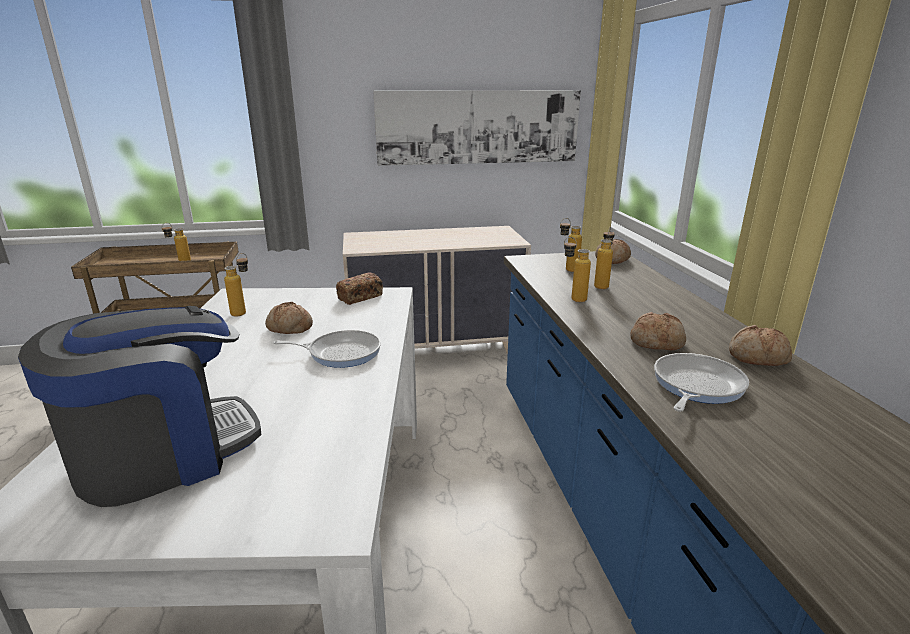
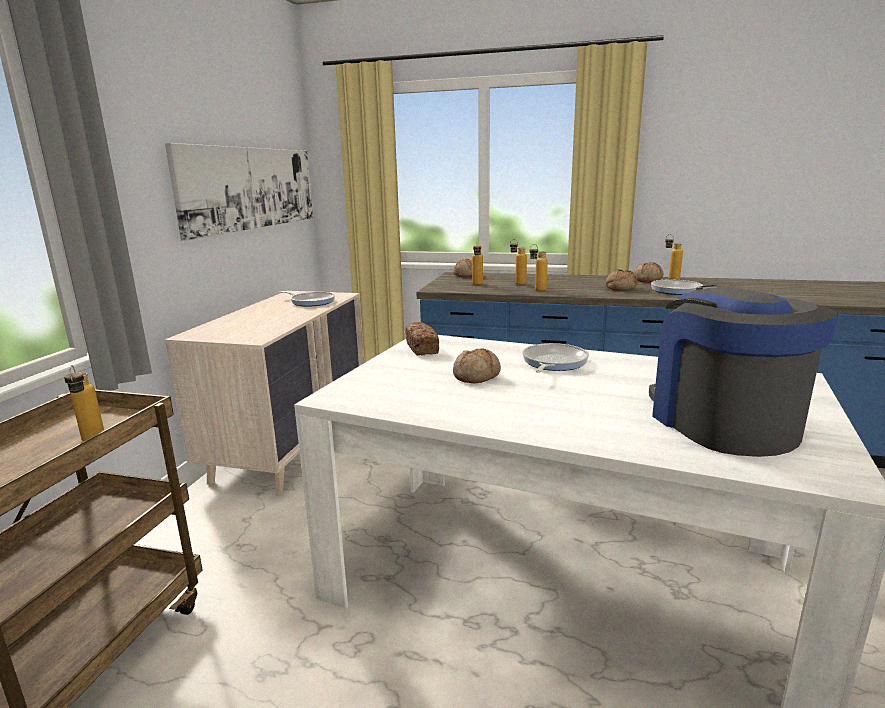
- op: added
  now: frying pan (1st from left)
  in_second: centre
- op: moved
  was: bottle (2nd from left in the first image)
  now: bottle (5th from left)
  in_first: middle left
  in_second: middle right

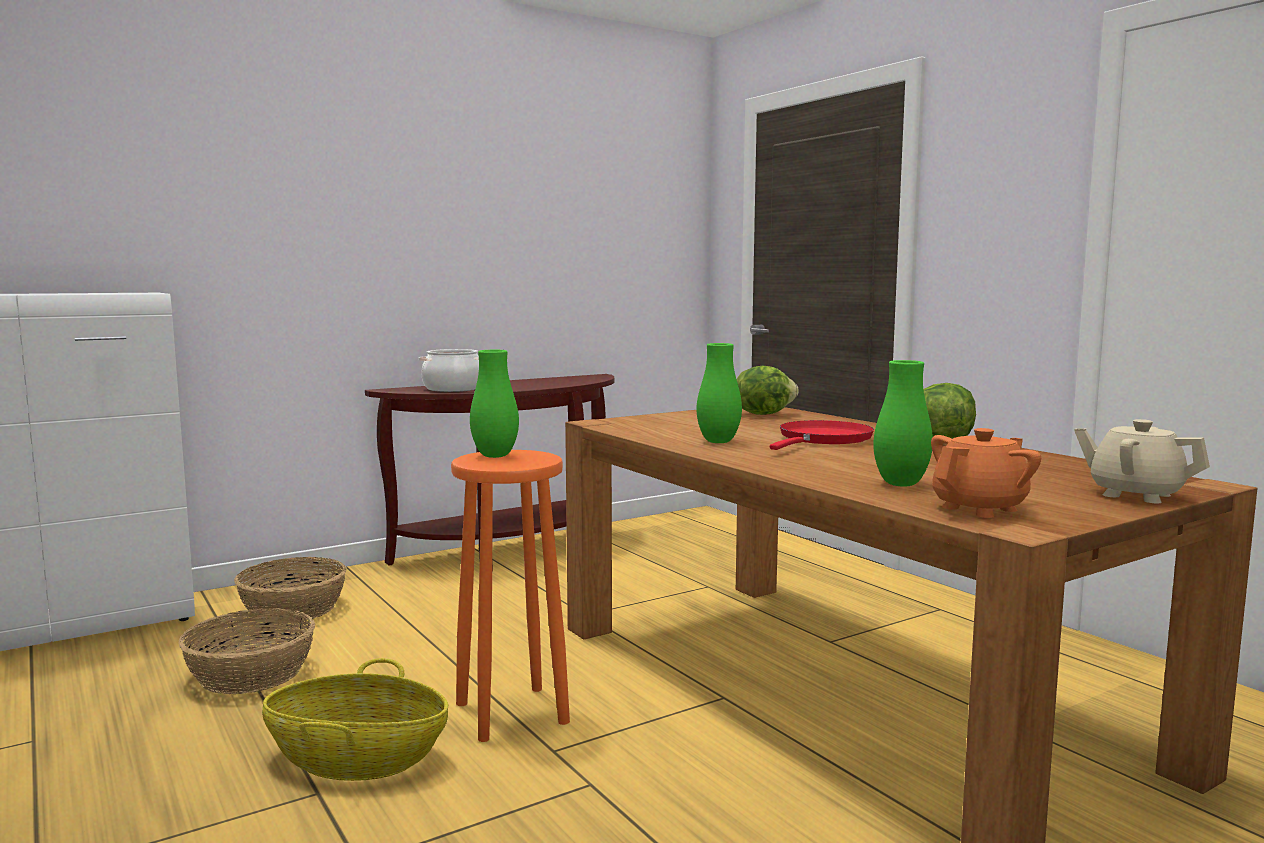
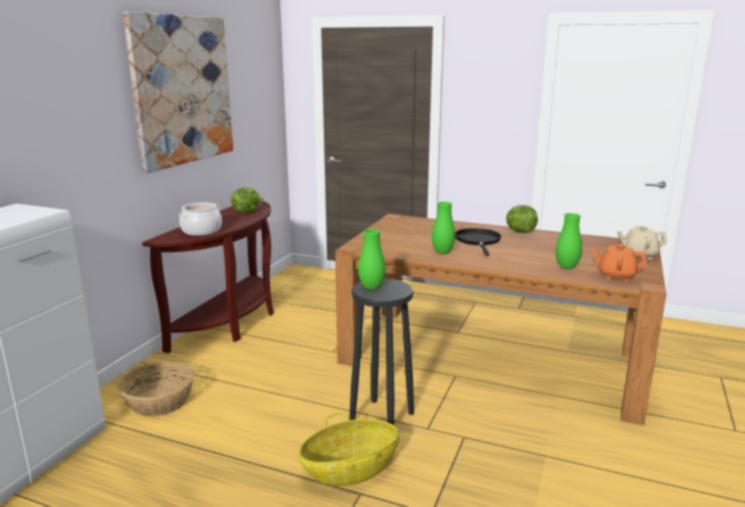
- op: added
  now: picture
  in_second: top left
- op: moved
  was: lettuce (1st from left)
  in_first: centre
  in_second: middle left
- op: recoloured
  was: orange stool
  now: black stool
  in_first: bottom centre
  in_second: bottom centre
- op: recoloured
  was: red frying pan
  now: black frying pan
  in_first: centre
  in_second: centre
- op: turned
  was: orange teapot
  in_first: middle right
  in_second: middle right
  clockwise: -90
- op: removed
  was: basket (1st from left)
  in_first: bottom left

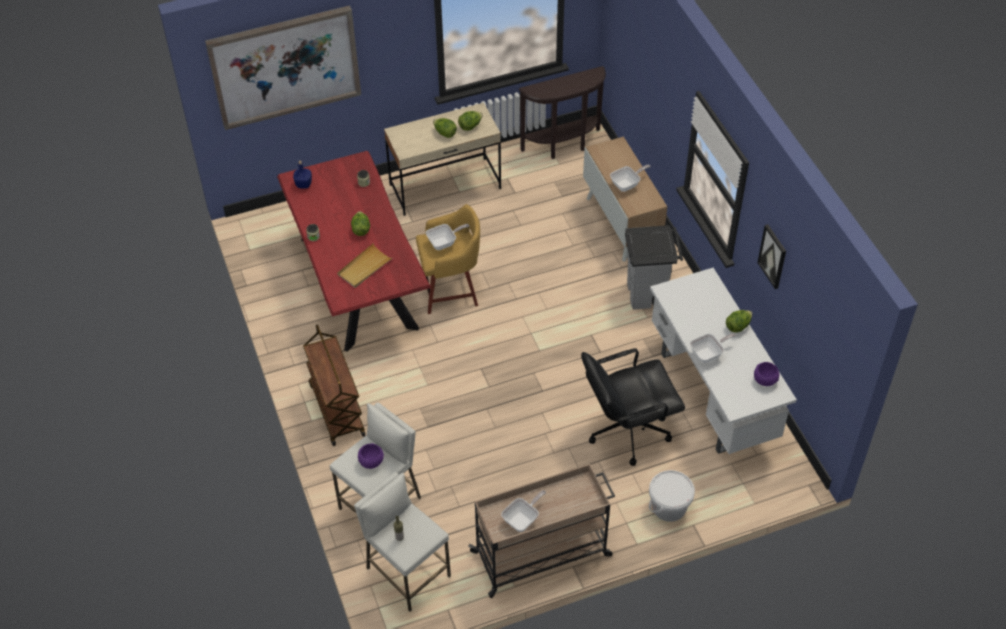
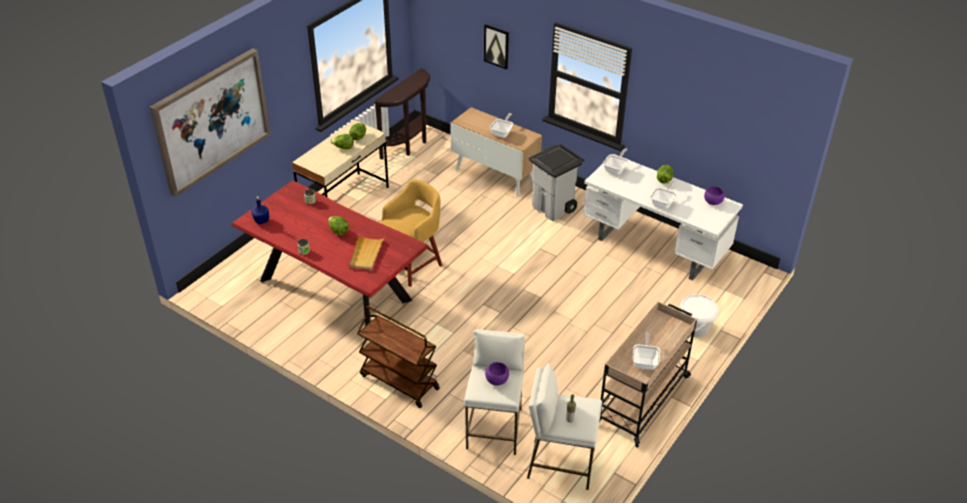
- op: moved
  was: picture (2nd from left)
  in_first: middle right
  in_second: top centre
- op: moved
  was: frying pan (1st from left in the first image)
  now: frying pan (2nd from left)
  in_first: centre
  in_second: top centre
- op: removed
  was: black office chair
  in_first: centre

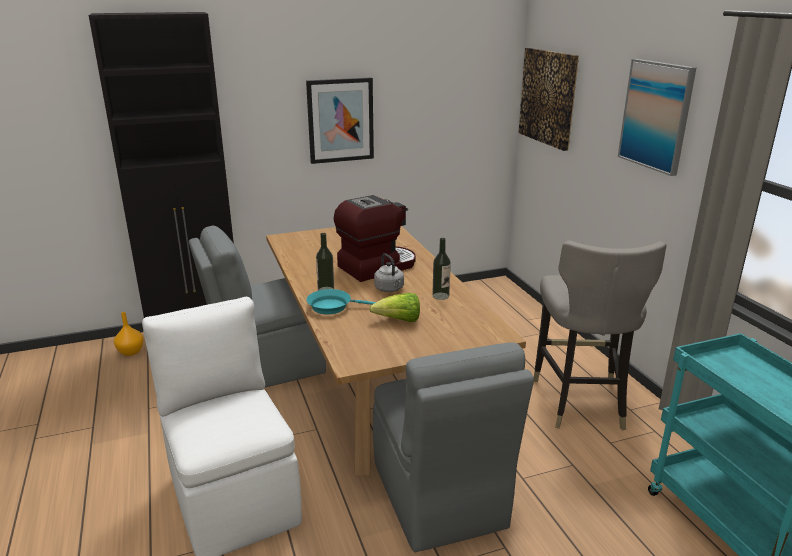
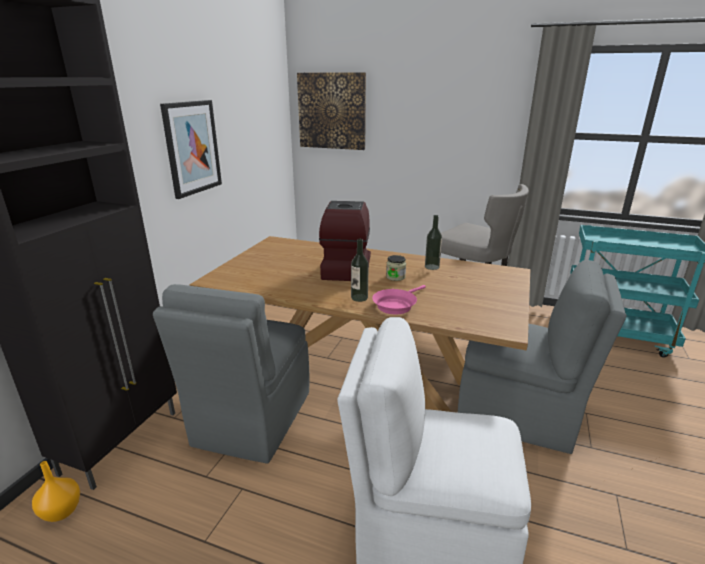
- op: recoloured
  was: turquoise frying pan
  now: pink frying pan
  in_first: centre
  in_second: centre
- op: replaced
  was: grey kettle
  now: jar
  in_first: centre
  in_second: centre
- op: removed
  was: lettuce
  in_first: centre
- op: removed
  was: picture (3rd from left)
  in_first: top right

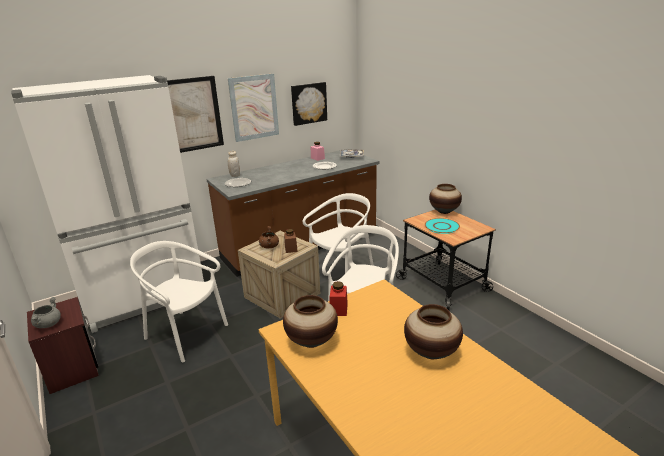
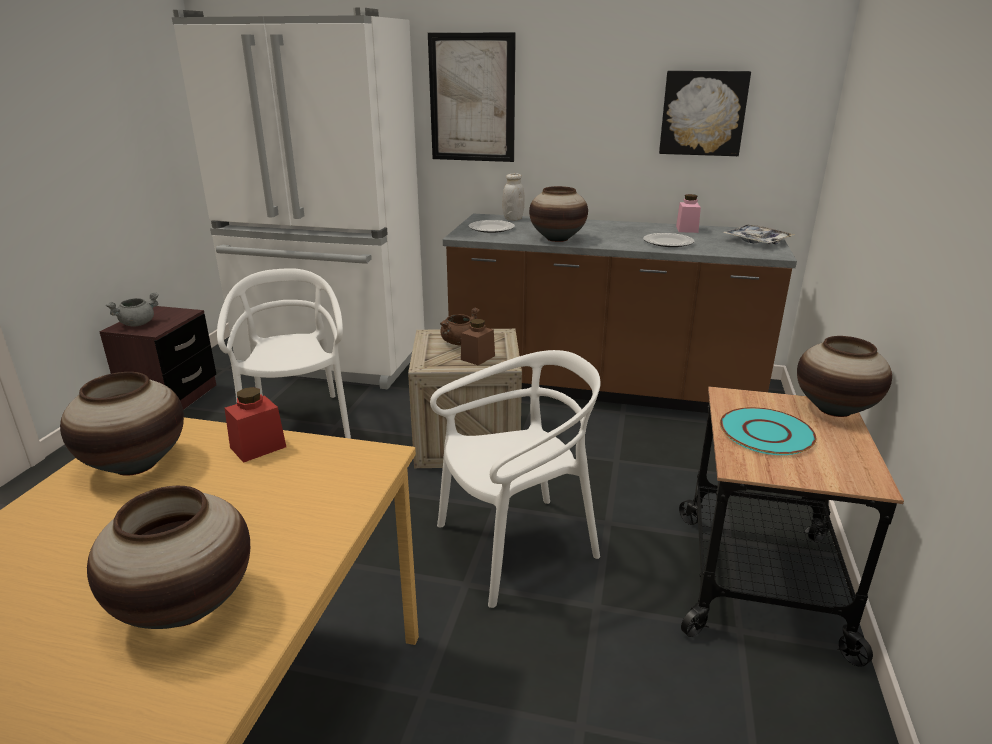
- op: added
  now: vase (3rd from left)
  in_second: top centre
- op: removed
  was: picture (2nd from left)
  in_first: top centre
- op: removed
  was: white chair (2nd from left)
  in_first: centre

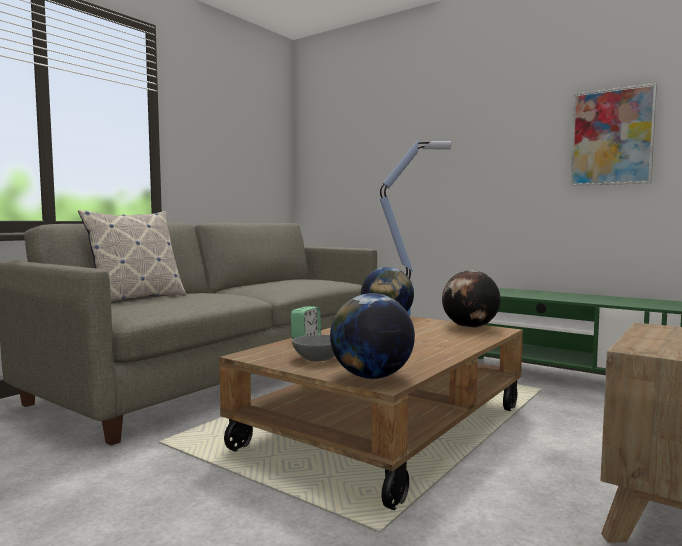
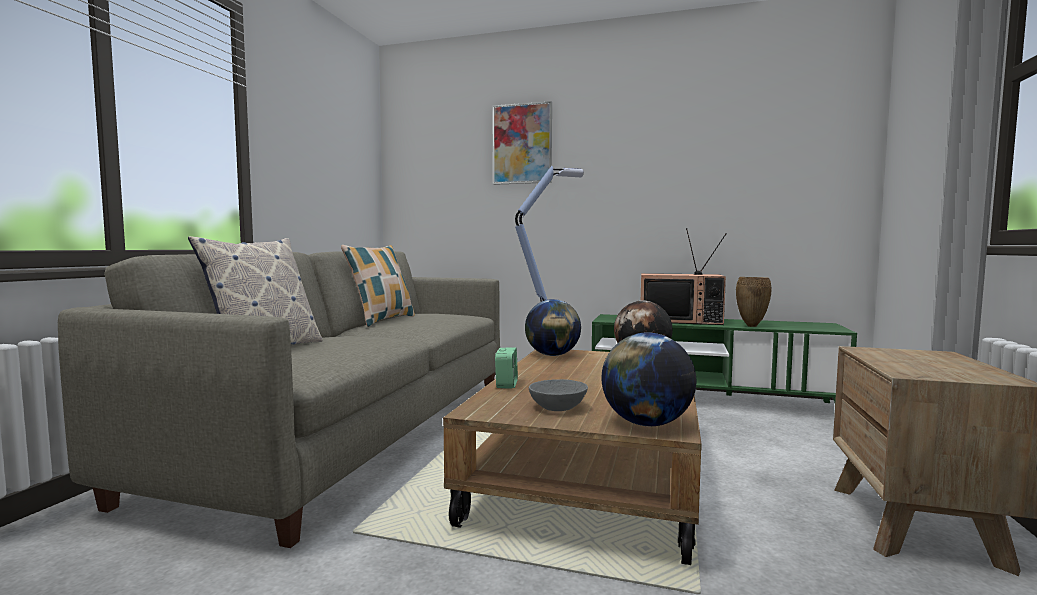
- op: added
  now: pillow (2nd from left)
  in_second: centre
- op: moved
  was: picture
  in_first: top right
  in_second: top centre
- op: added
  now: television
  in_second: centre
- op: added
  now: brown vase
  in_second: middle right

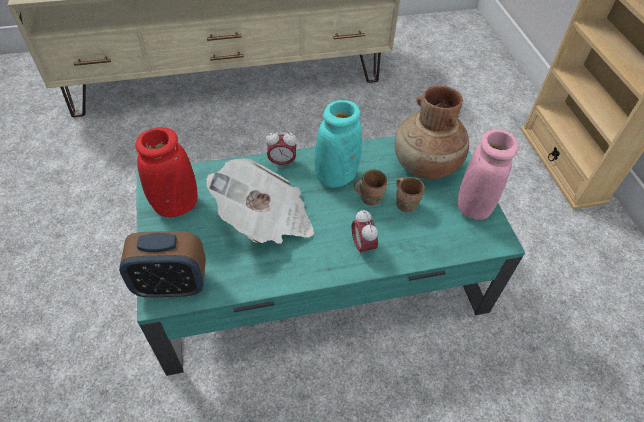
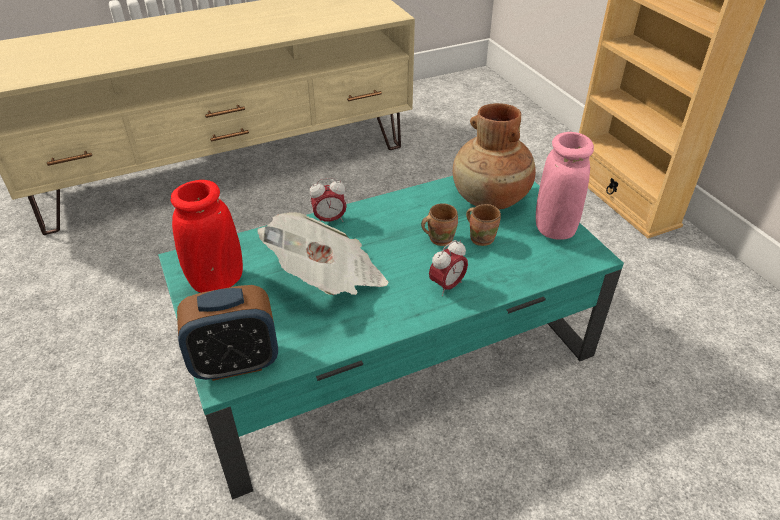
- op: turned
  was: alarm clock (3rd from left)
  in_first: centre
  in_second: centre
  clockwise: -105
- op: removed
  was: turquoise vase
  in_first: centre

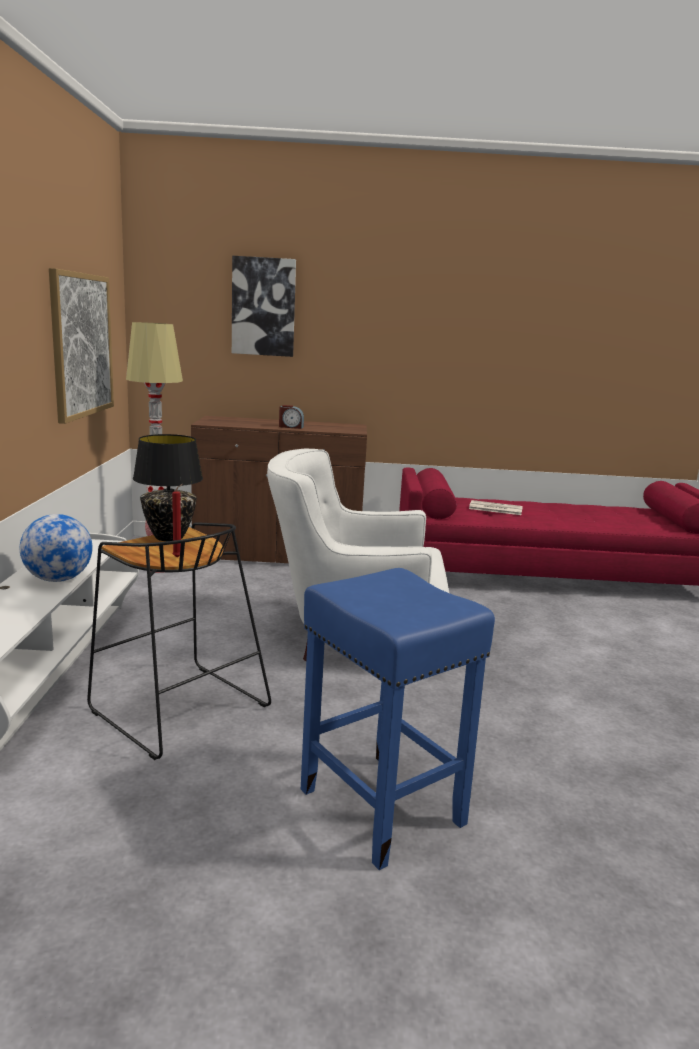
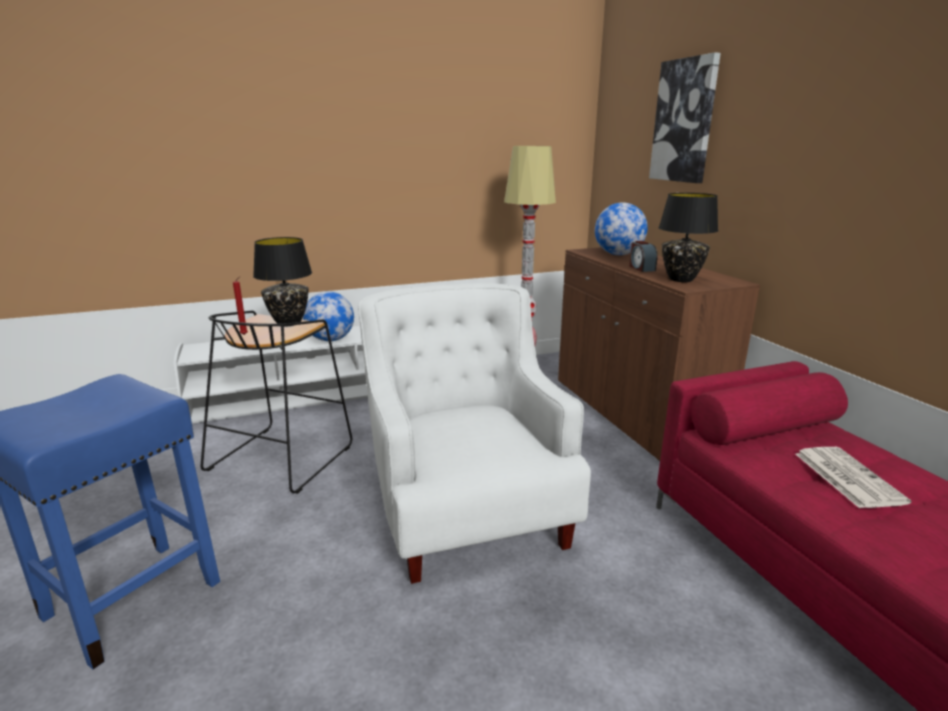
- op: added
  now: globe (2nd from left)
  in_second: top centre
- op: added
  now: black table lamp (2nd from left)
  in_second: middle right
- op: removed
  was: picture (1st from left)
  in_first: top left

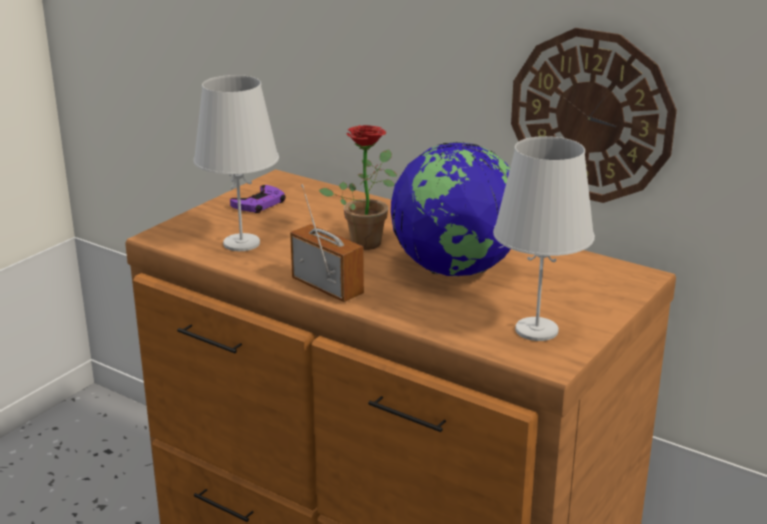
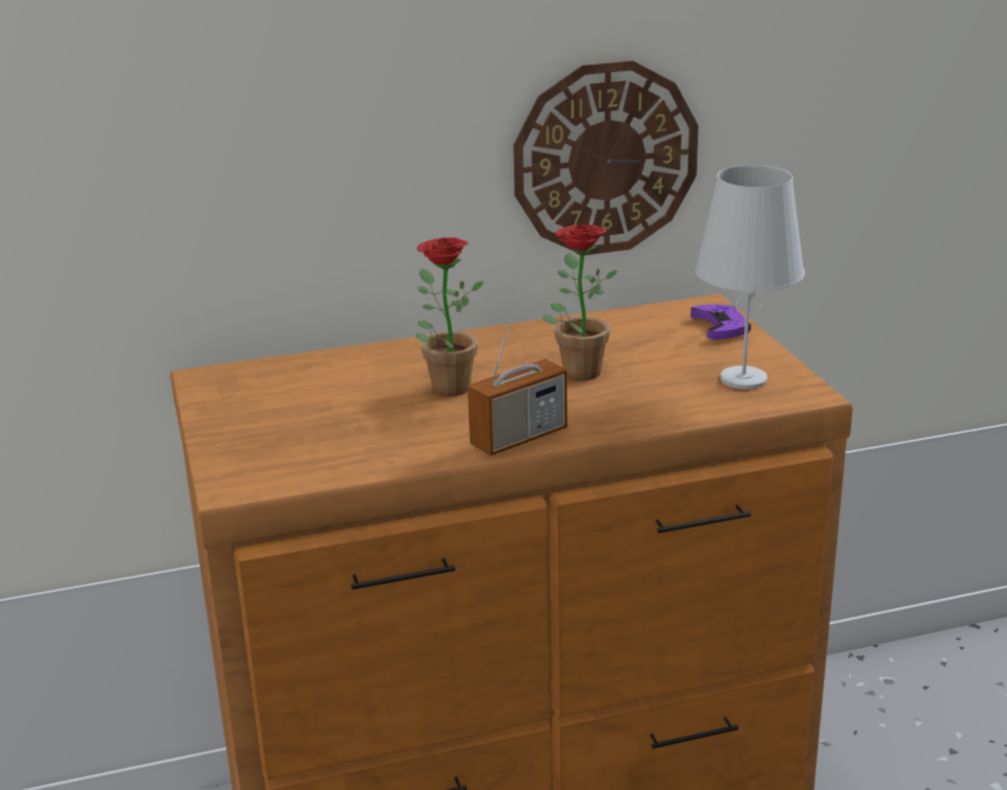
- op: turned
  was: radio
  in_first: centre
  in_second: centre
  clockwise: 150
- op: replaced
  was: globe
  now: potted plant (2nd from left)
  in_first: centre
  in_second: centre
- op: moved
  was: purple game controller
  in_first: centre
  in_second: middle right
- op: removed
  was: white table lamp (1st from left)
  in_first: top left

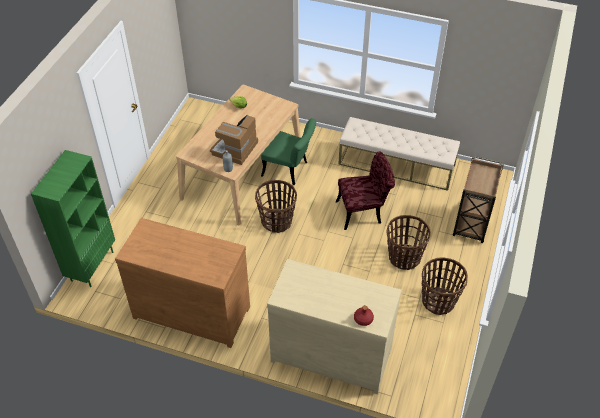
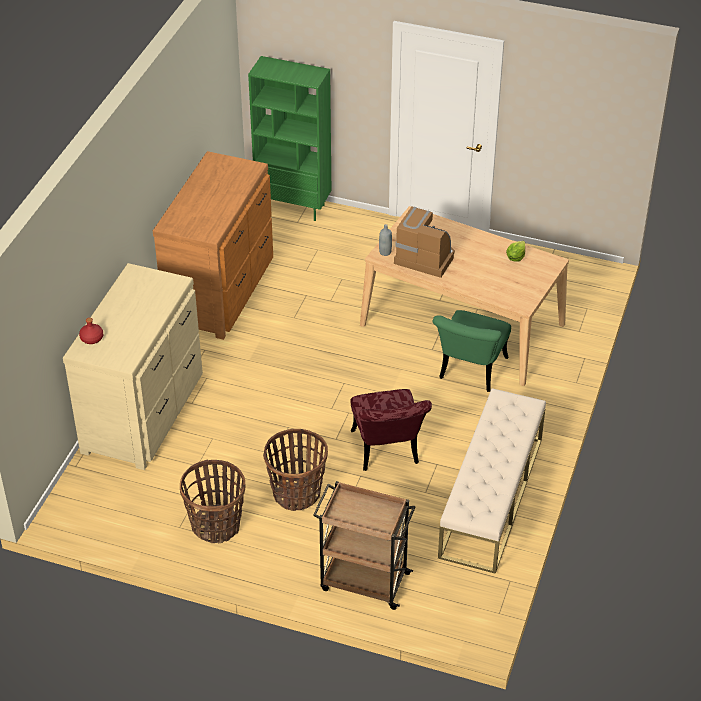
- op: removed
  was: basket (1st from left)
  in_first: centre

